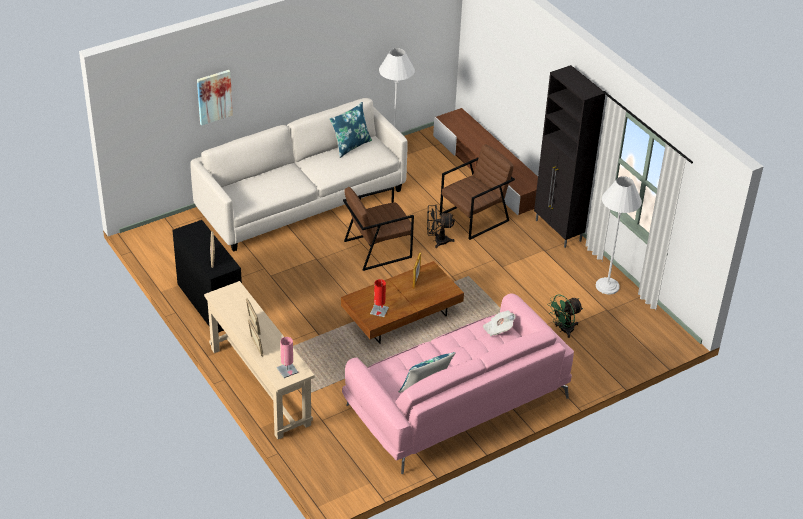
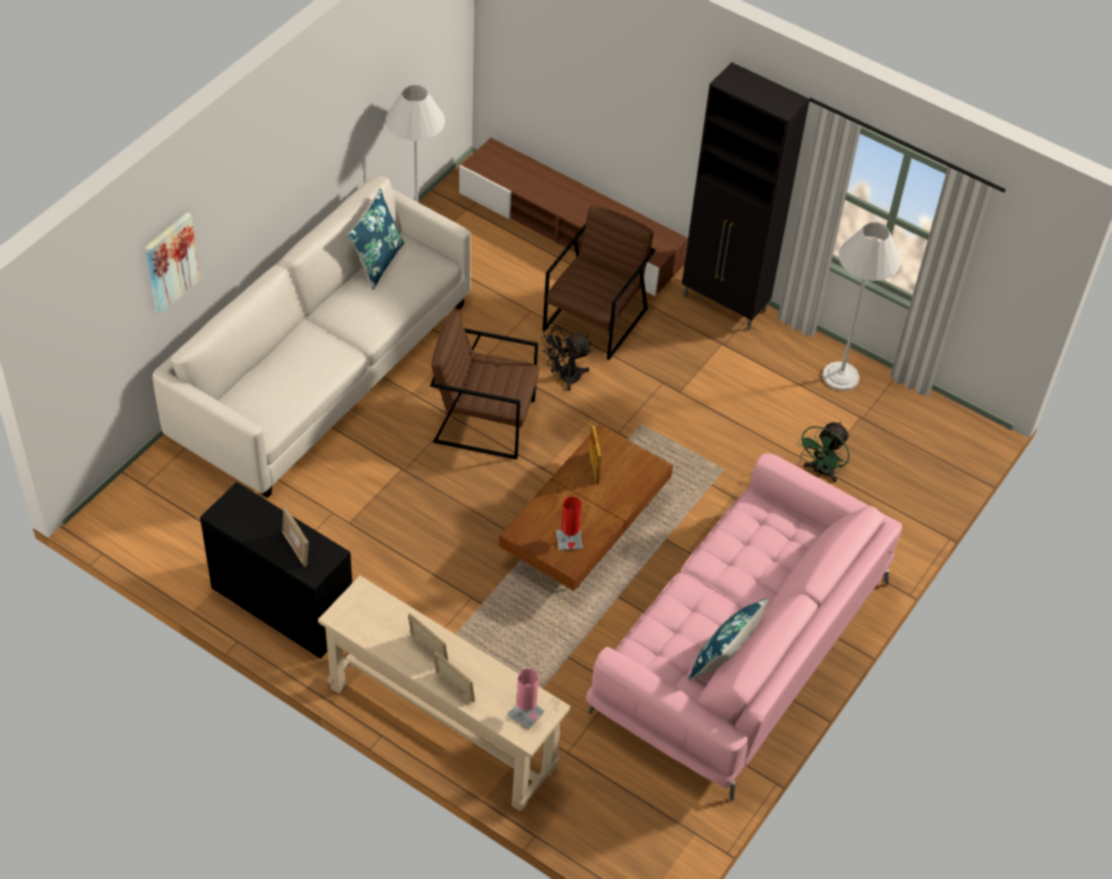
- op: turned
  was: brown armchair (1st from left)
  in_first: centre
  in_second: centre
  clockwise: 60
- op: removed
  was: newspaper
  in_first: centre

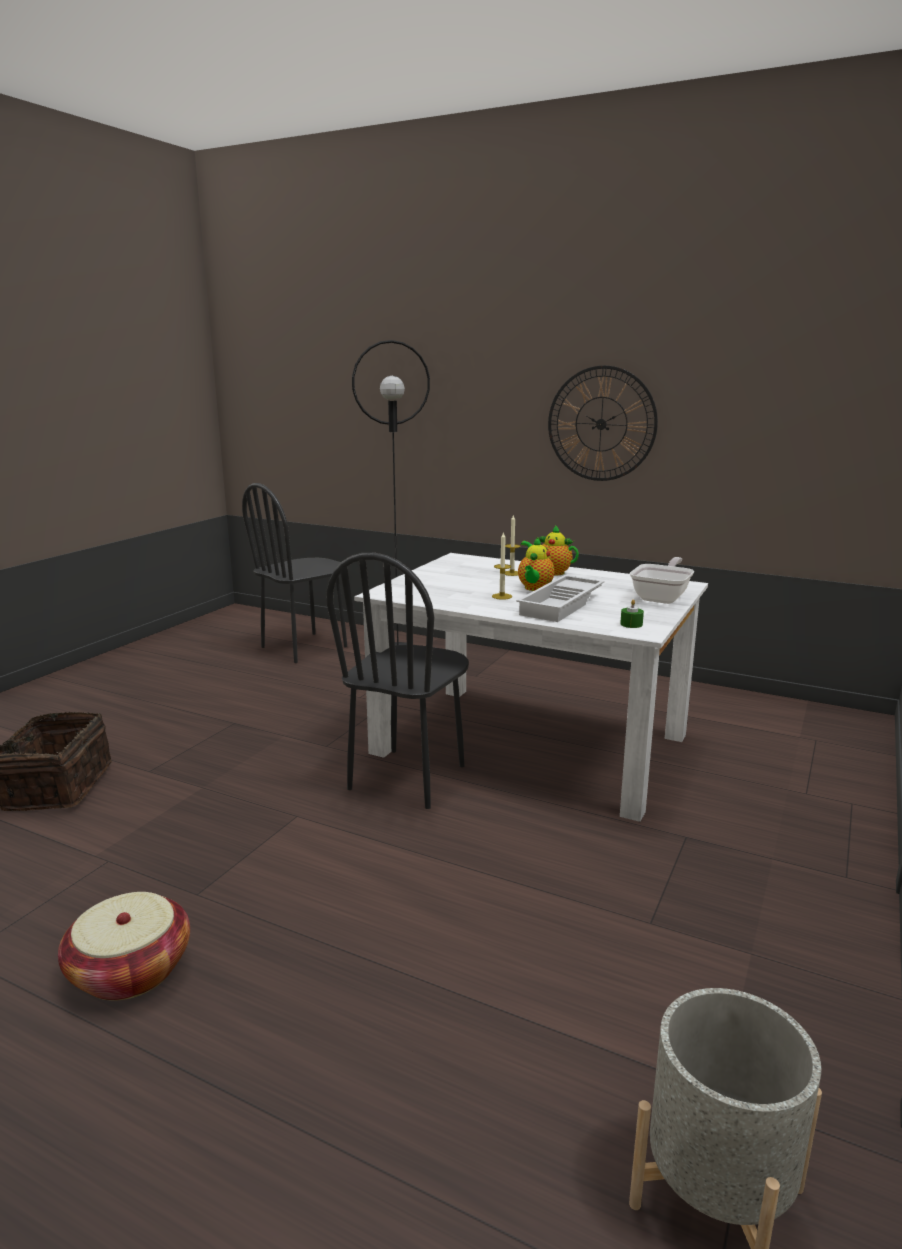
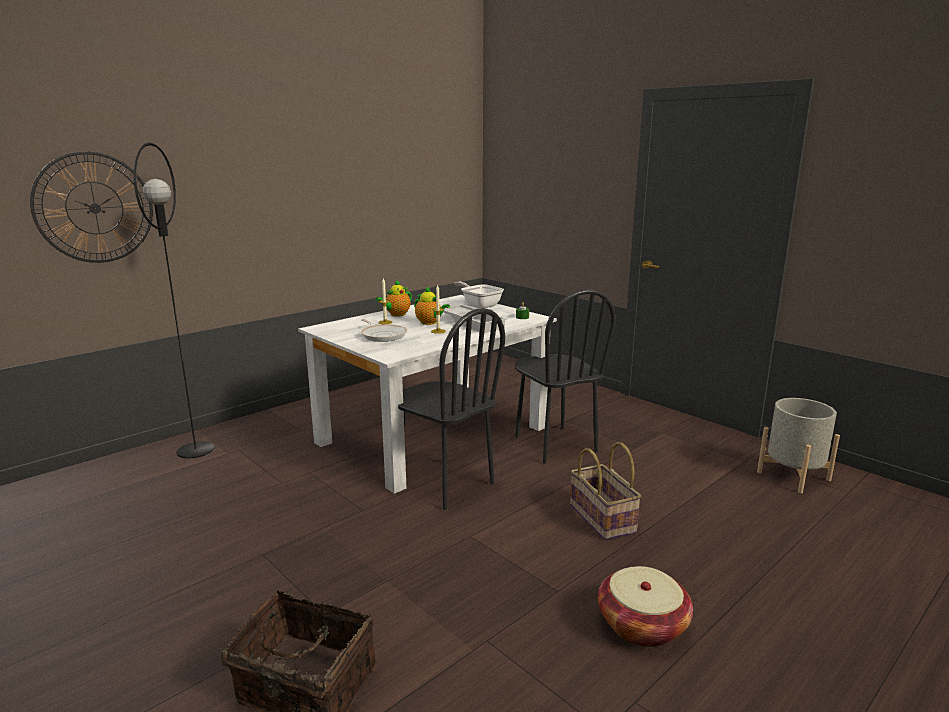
- op: moved
  was: wall clock
  in_first: middle right
  in_second: top left
- op: added
  now: frying pan (1st from left)
  in_second: centre
- op: moved
  was: black chair (1st from left in the first image)
  now: black chair (2nd from left)
  in_first: middle left
  in_second: centre
- op: added
  now: basket (2nd from left)
  in_second: bottom centre

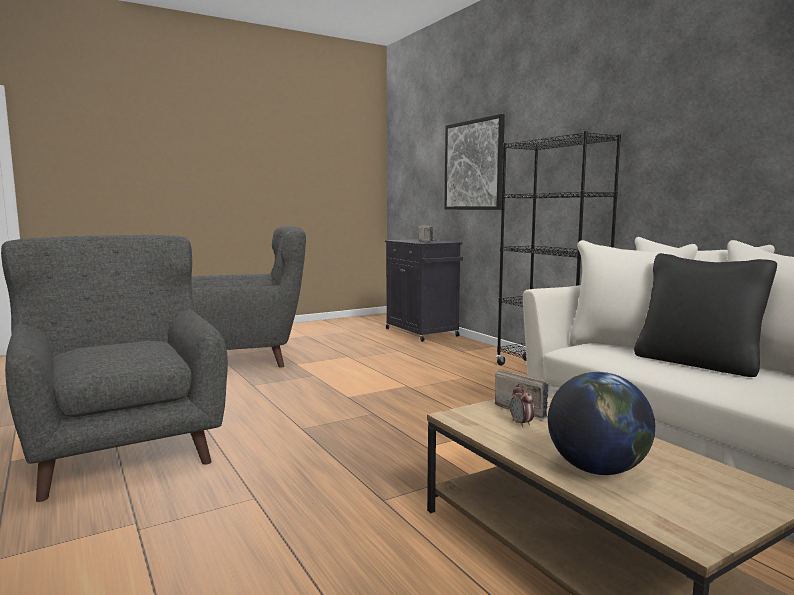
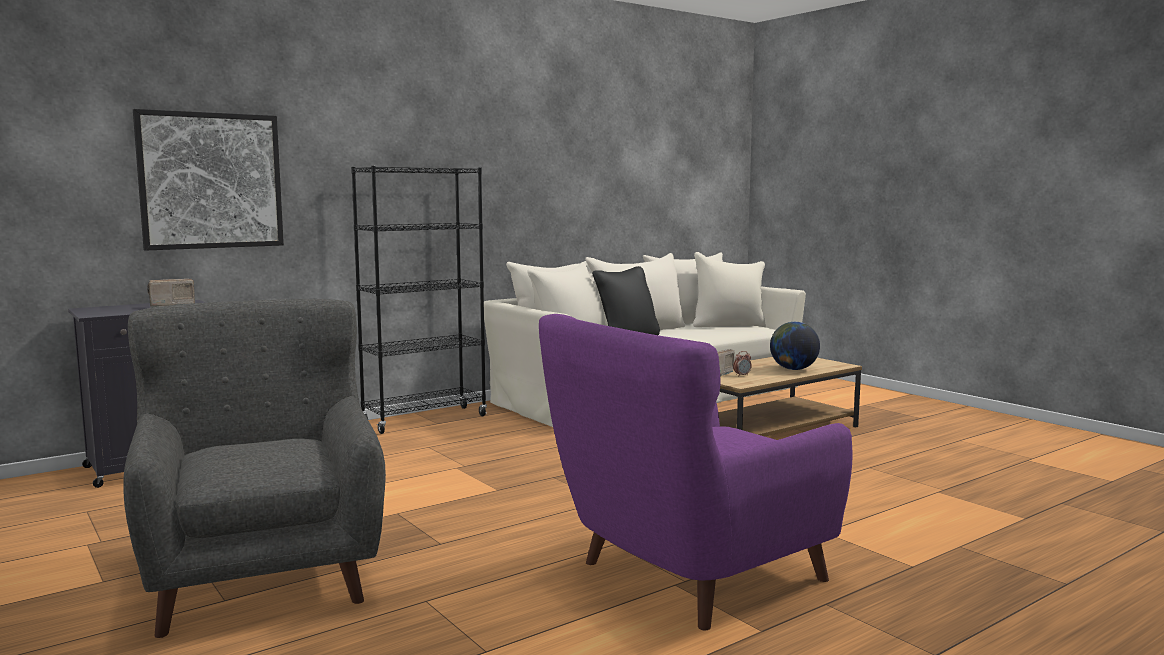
- op: recoloured
  was: grey armchair (1st from left)
  now: purple armchair
  in_first: middle left
  in_second: bottom centre

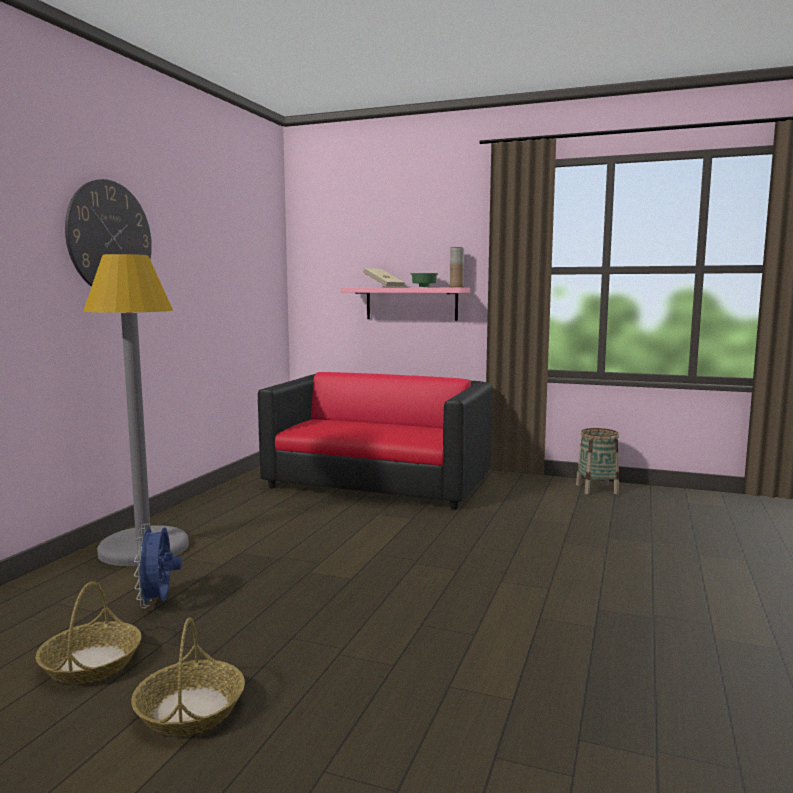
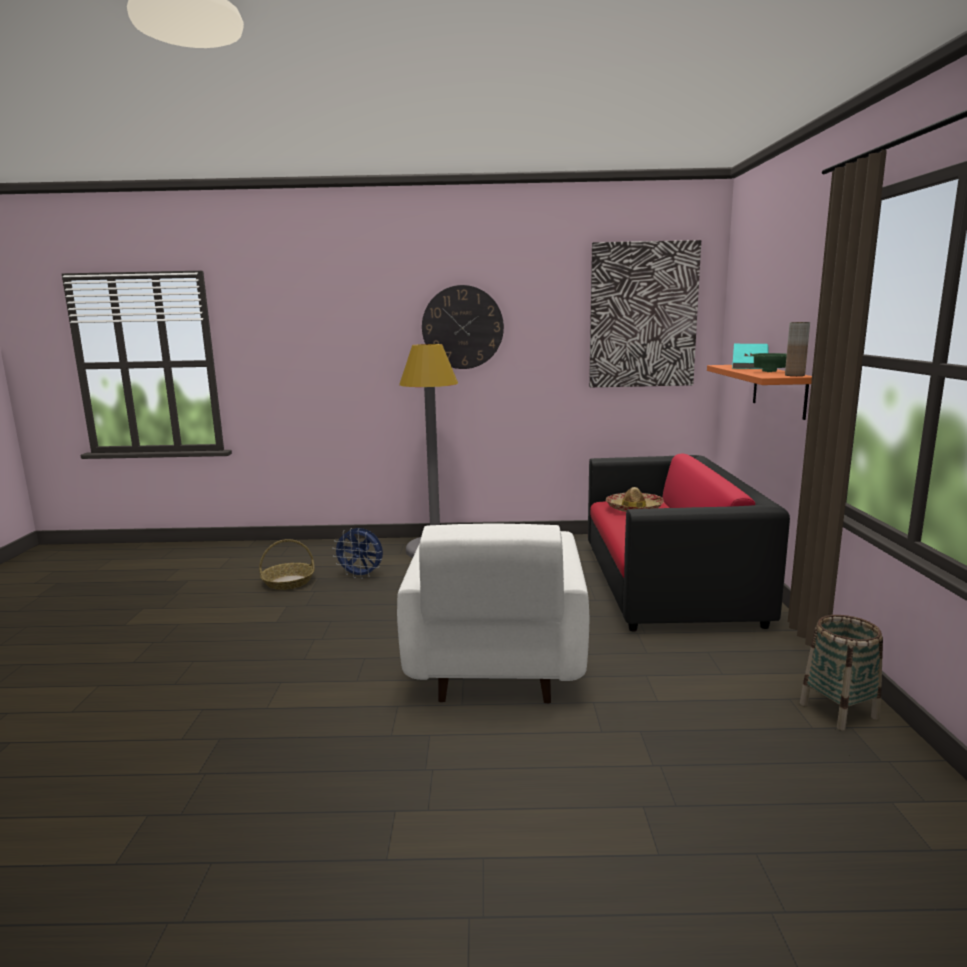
- op: turned
  was: blue fan
  in_first: bottom left
  in_second: centre
  clockwise: -135
- op: added
  now: white armchair
  in_second: centre
- op: added
  now: picture
  in_second: top right
- op: added
  now: hat
  in_second: centre
- op: recoloured
  was: pink shelf
  now: orange shelf
  in_first: centre
  in_second: middle right
- op: recoloured
  was: beige book
  now: turquoise book
  in_first: centre
  in_second: middle right
- op: removed
  was: basket (2nd from left)
  in_first: bottom left

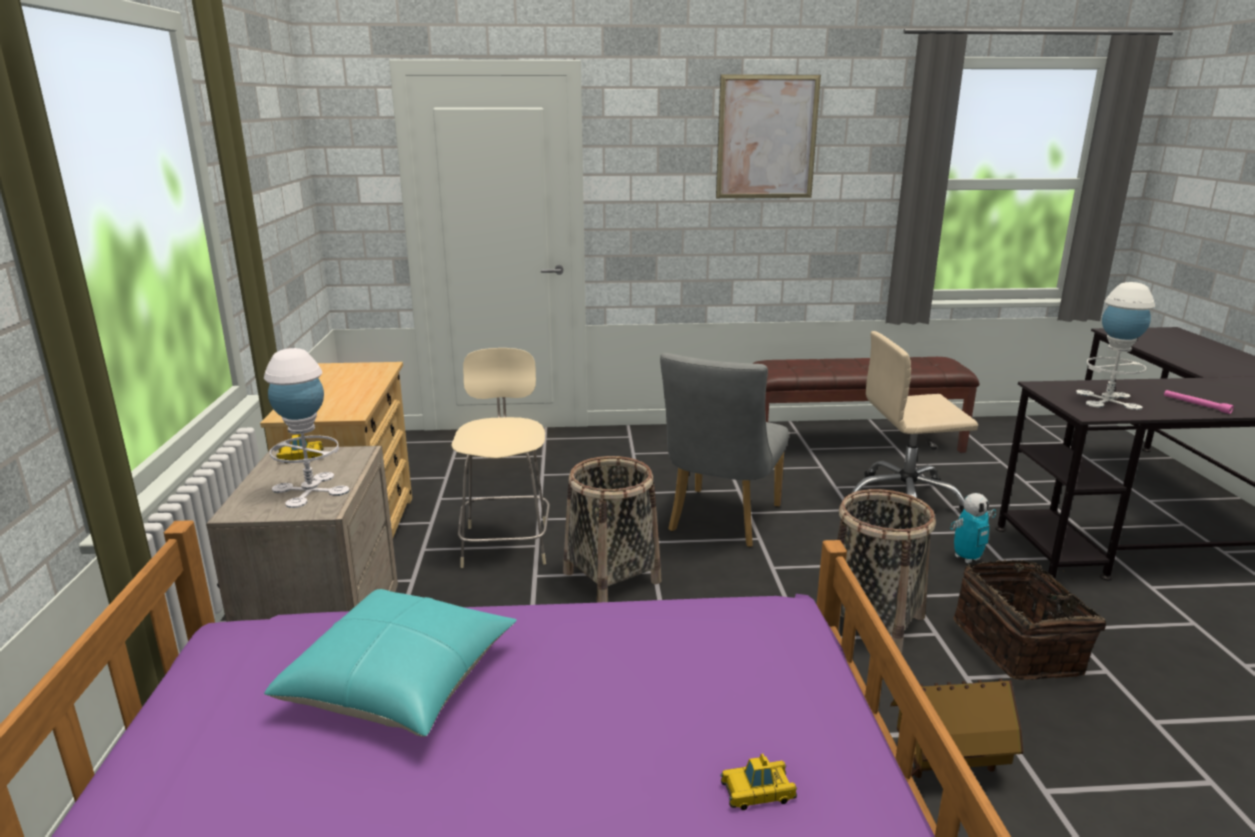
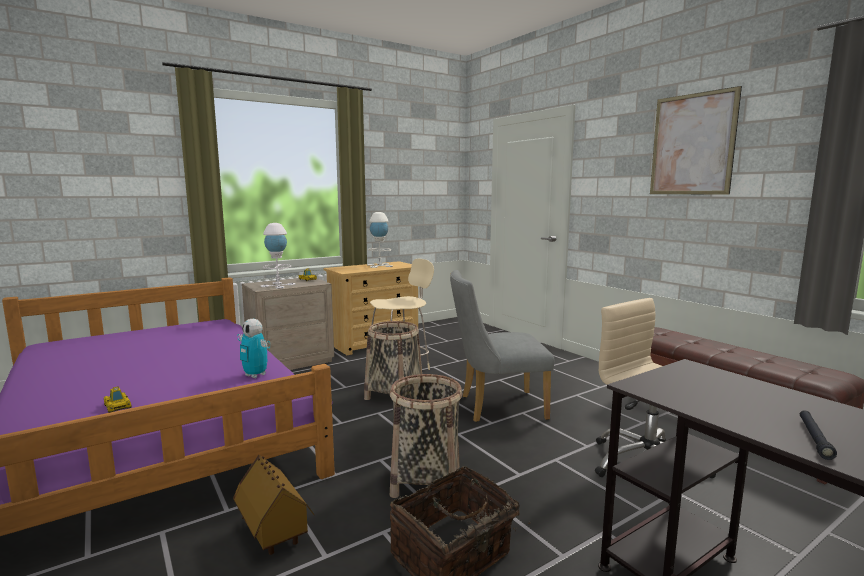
- op: moved
  was: toy robot
  in_first: middle right
  in_second: middle left
- op: moved
  was: white table lamp (2nd from left)
  in_first: middle right
  in_second: centre
- op: recoloured
  was: pink flashlight
  now: black flashlight
  in_first: middle right
  in_second: bottom right
- op: removed
  was: turquoise pillow
  in_first: bottom left

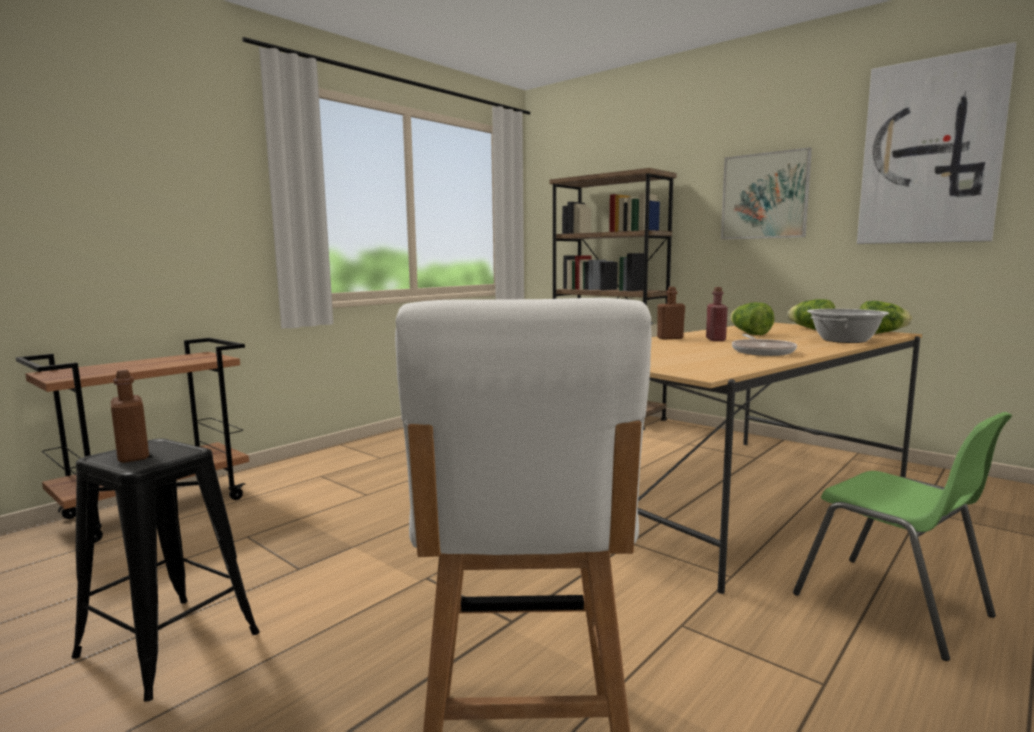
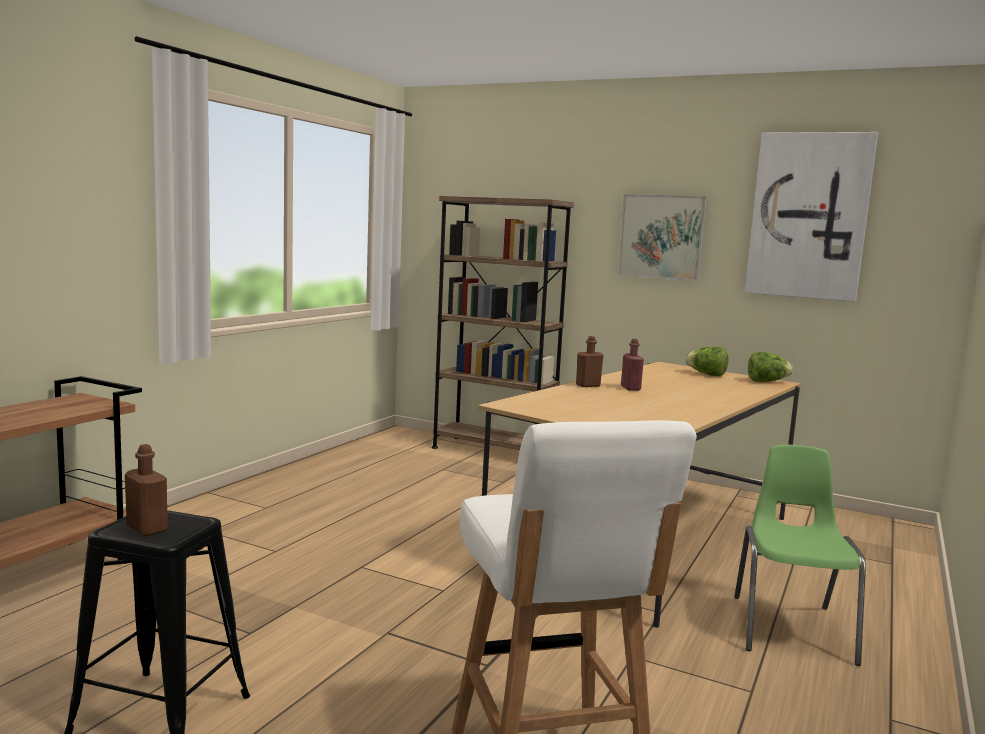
- op: turned
  was: green chair
  in_first: bottom right
  in_second: bottom right
  clockwise: -120
- op: removed
  was: lettuce (1st from left)
  in_first: middle right
- op: removed
  was: frying pan
  in_first: middle right
- op: removed
  was: cooking pot
  in_first: middle right

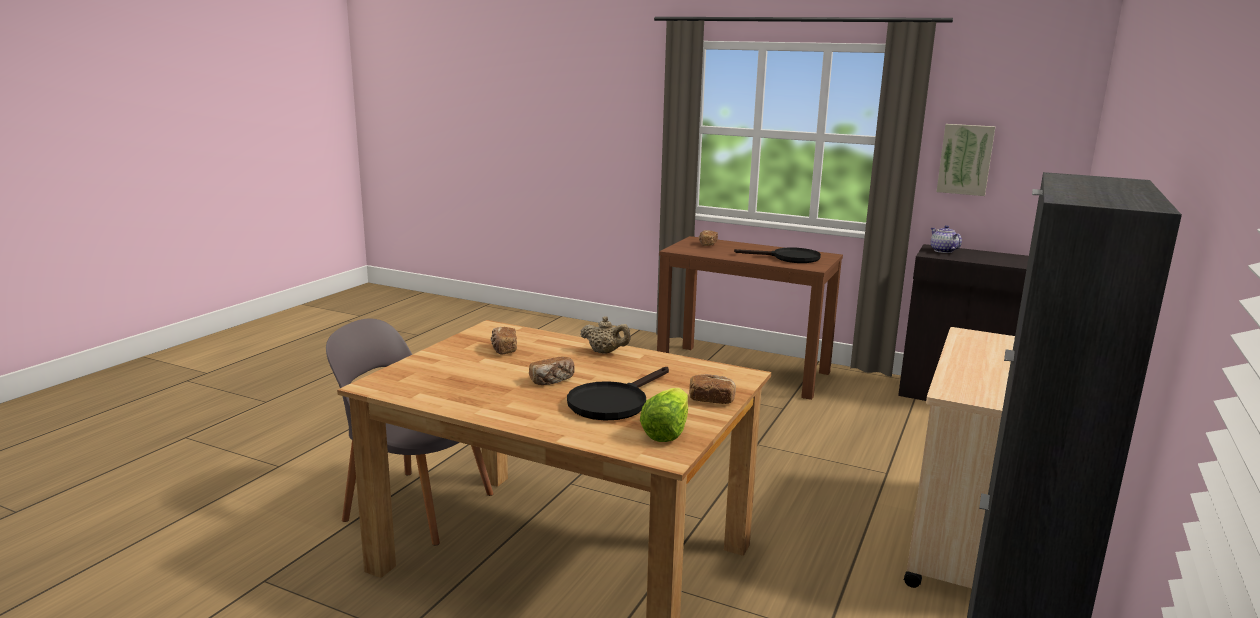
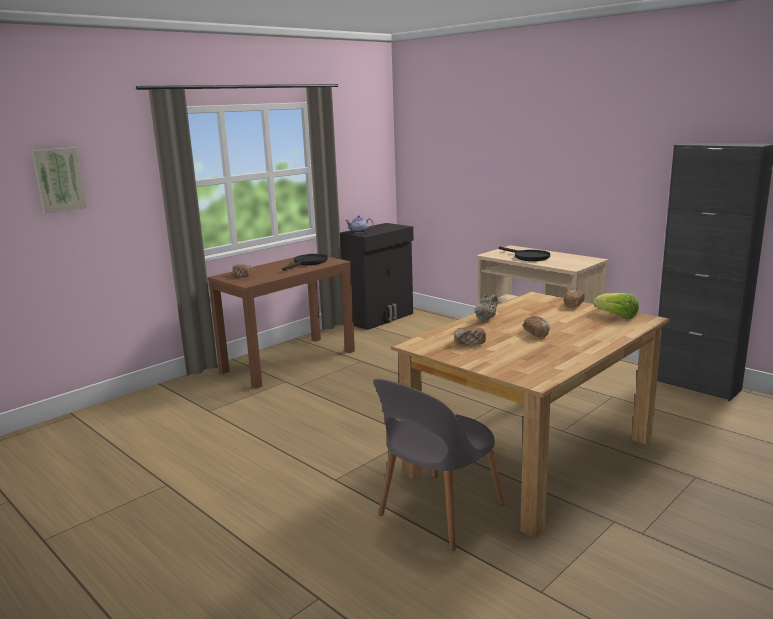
- op: moved
  was: picture
  in_first: top right
  in_second: top left
- op: moved
  was: black frying pan (1st from left in the first image)
  now: black frying pan (2nd from left)
  in_first: centre
  in_second: middle right

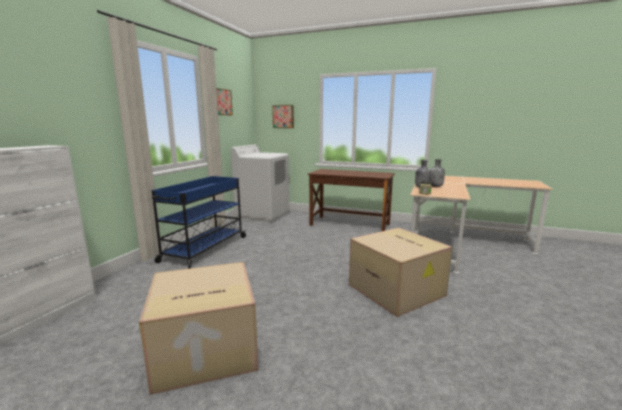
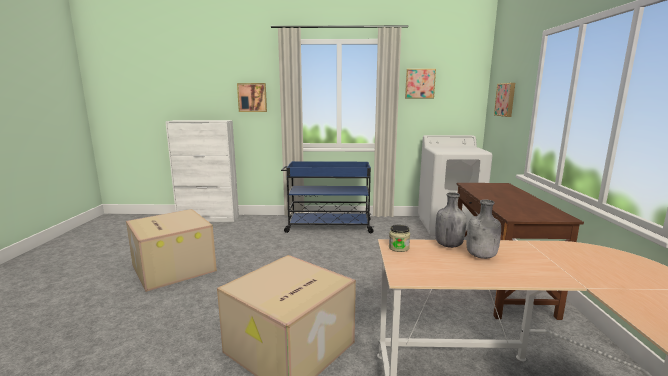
- op: added
  now: picture (1st from left)
  in_second: top centre

